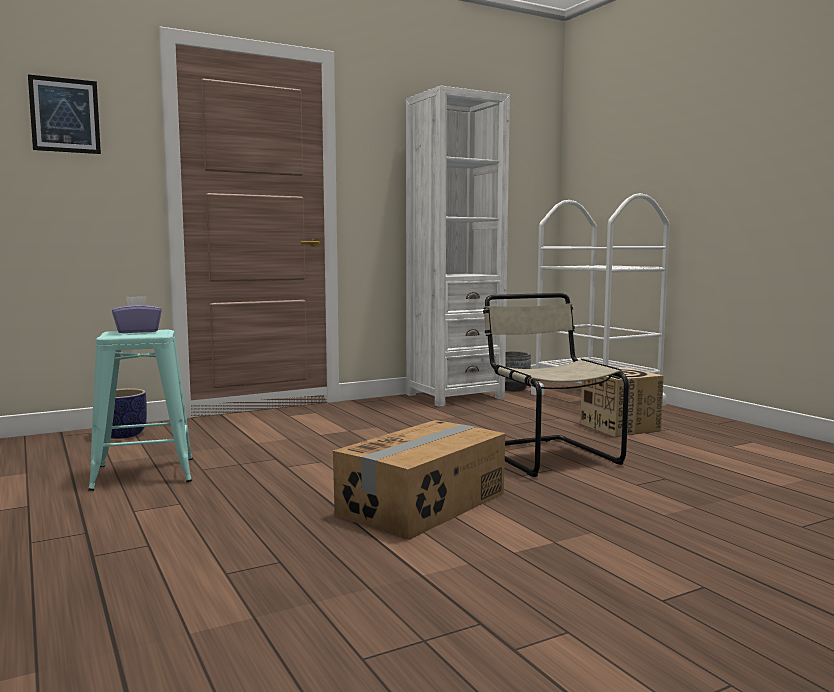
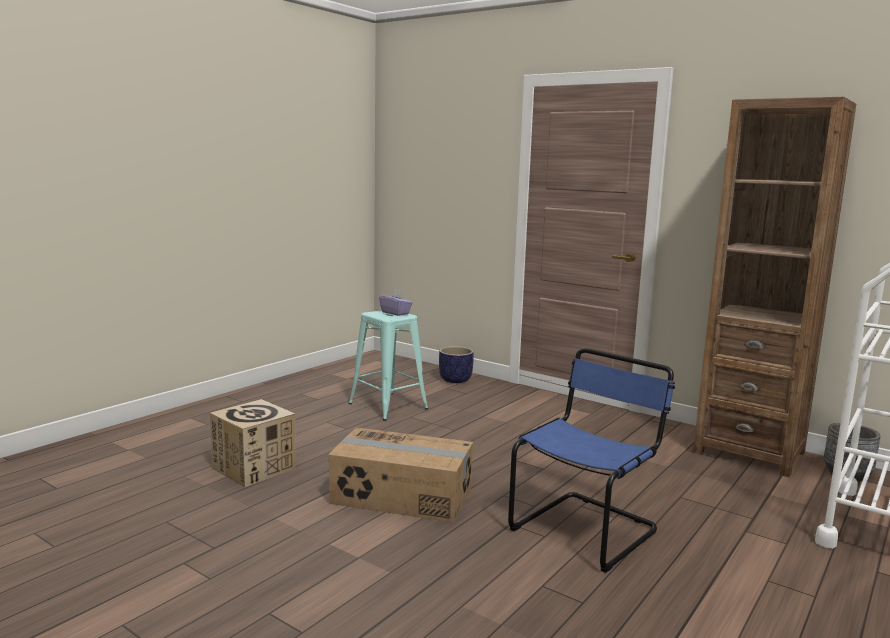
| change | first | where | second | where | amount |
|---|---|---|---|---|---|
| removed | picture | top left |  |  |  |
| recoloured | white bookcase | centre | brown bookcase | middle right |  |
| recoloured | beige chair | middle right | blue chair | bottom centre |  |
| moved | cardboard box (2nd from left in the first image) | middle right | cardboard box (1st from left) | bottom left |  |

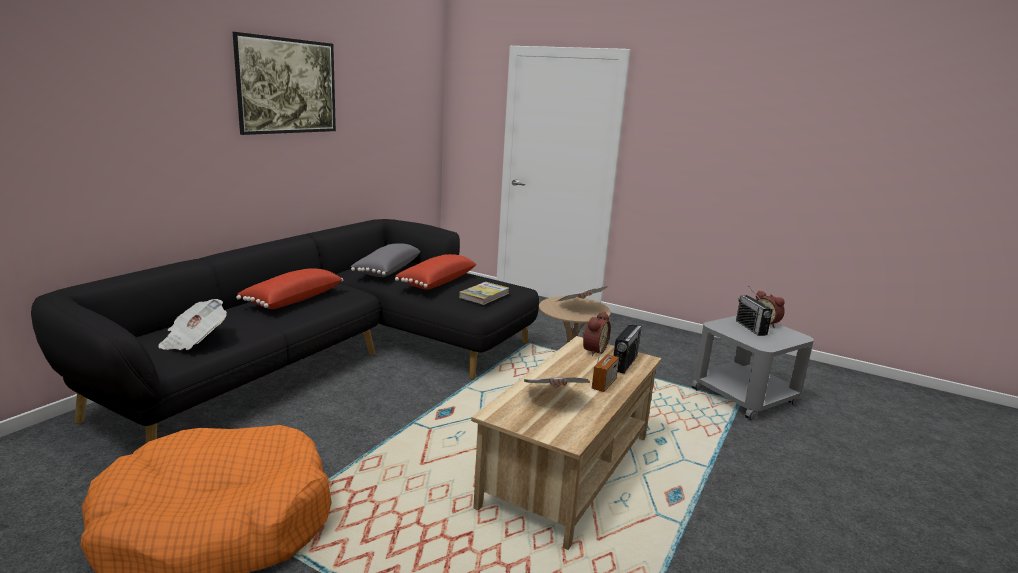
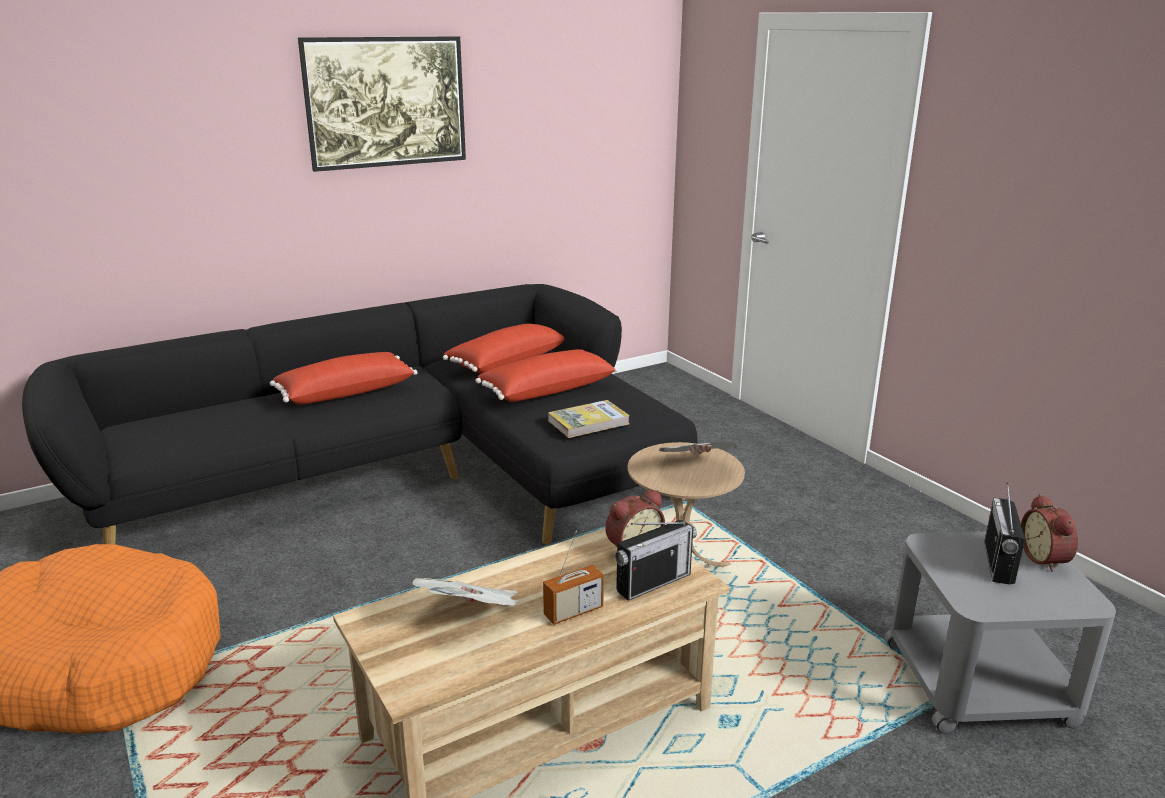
| change | first | where | second | where | amount |
|---|---|---|---|---|---|
| removed | newspaper (1st from left) | middle left |  |  |  |
| recoloured | grey pillow | centre | red pillow (2nd from left) | centre |  |

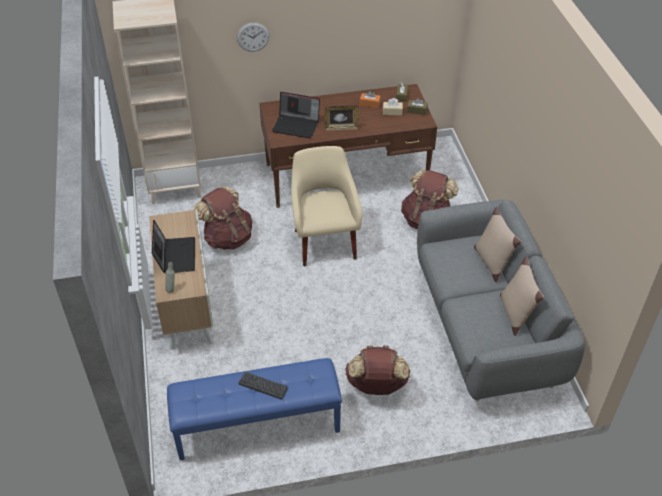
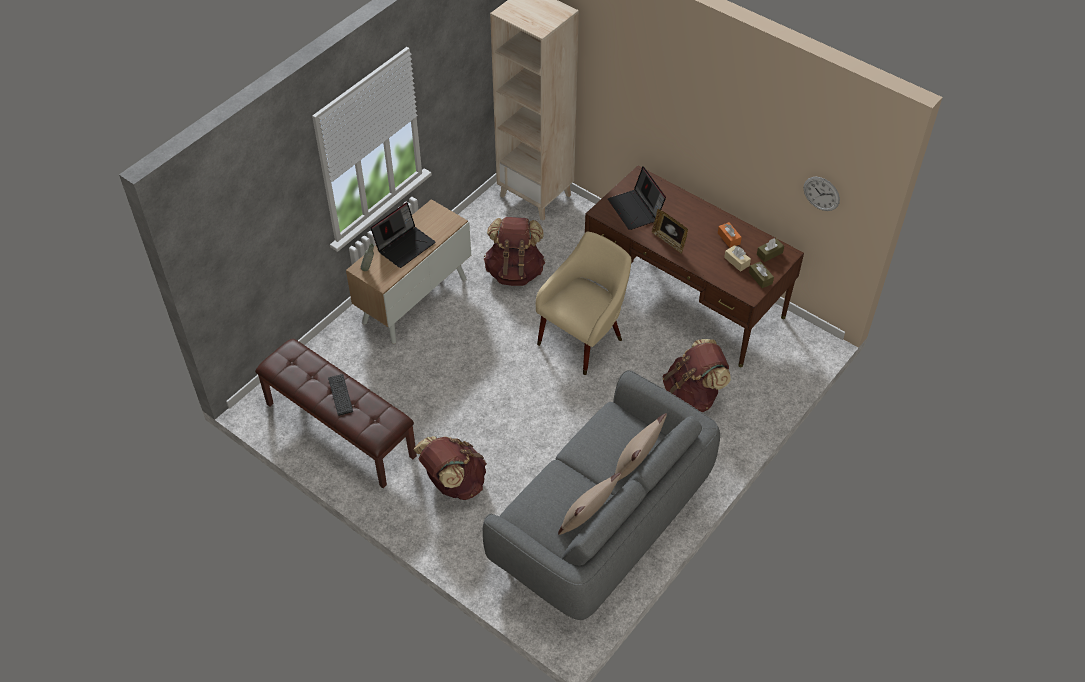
| change | first | where | second | where | amount |
|---|---|---|---|---|---|
| recoloured | blue bench | bottom centre | brown bench | middle left |  |
| moved | wall clock | top centre |  | top right |  |

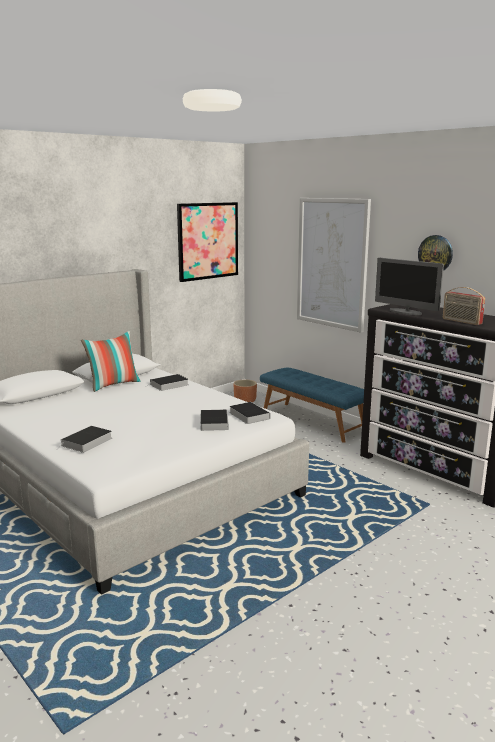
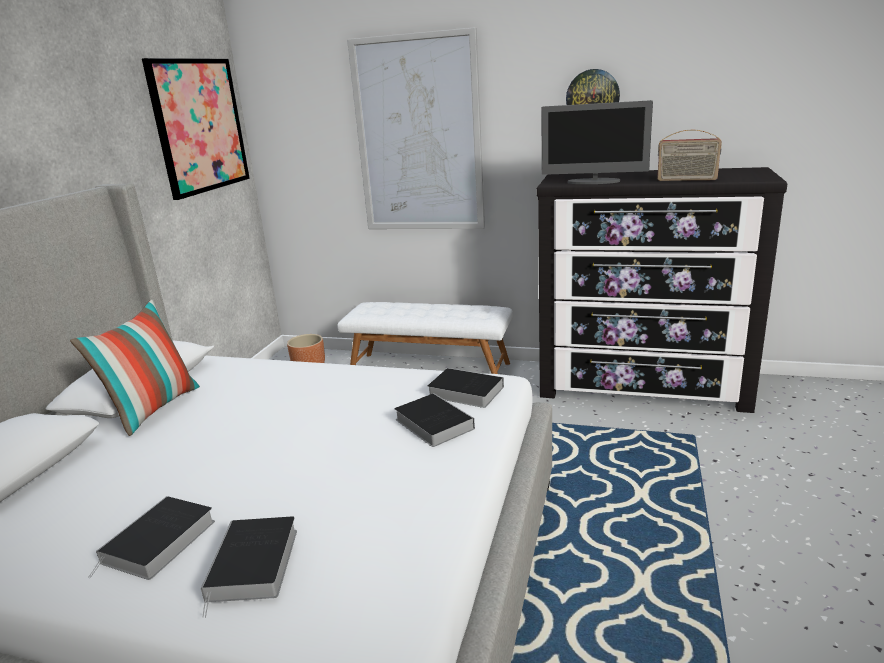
| change | first | where | second | where | amount |
|---|---|---|---|---|---|
| moved | book (2nd from left in the first image) | centre | book (1st from left) | bottom left |  |
| recoloured | blue bench | centre | white bench | centre |  |

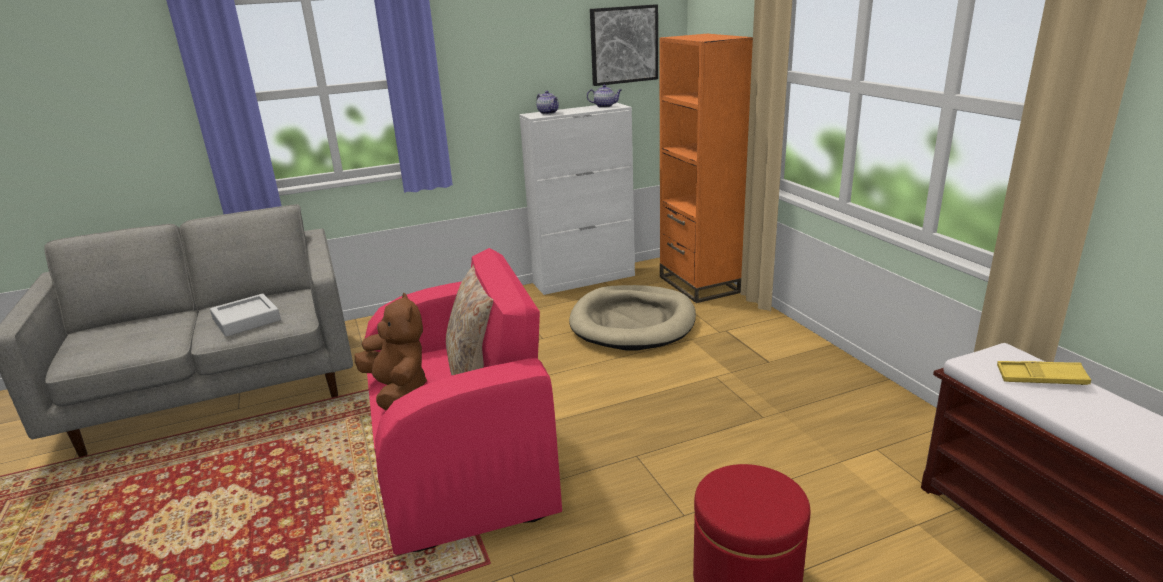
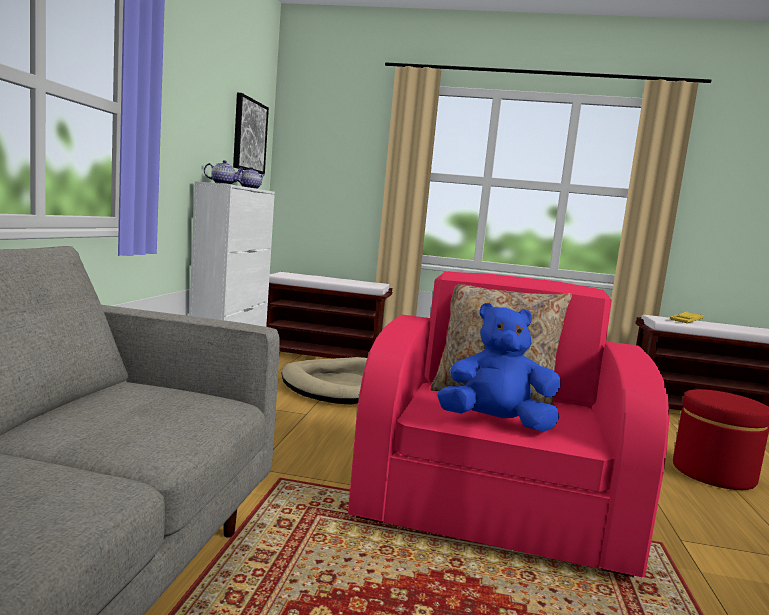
| change | first | where | second | where | amount |
|---|---|---|---|---|---|
| removed | grey tray | middle left |  |  |  |
| recoloured | brown plush toy | centre | blue plush toy | centre |  |
| replaced | orange bookcase | top centre | brown bench (1st from left) | centre |  |

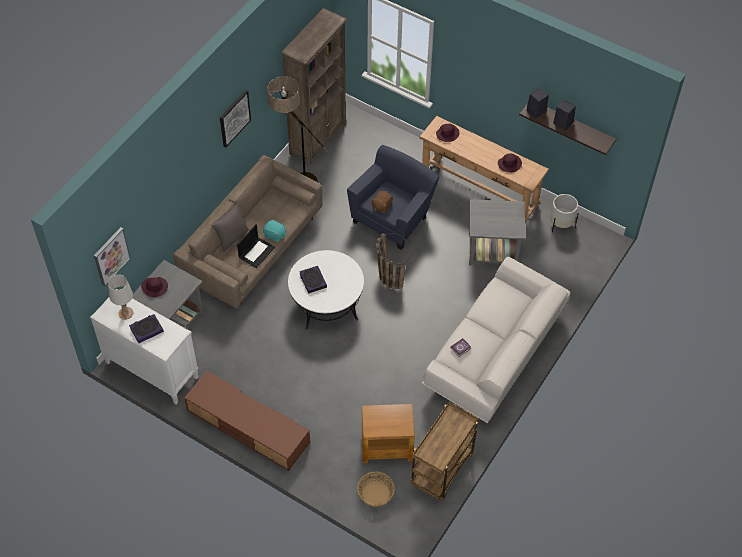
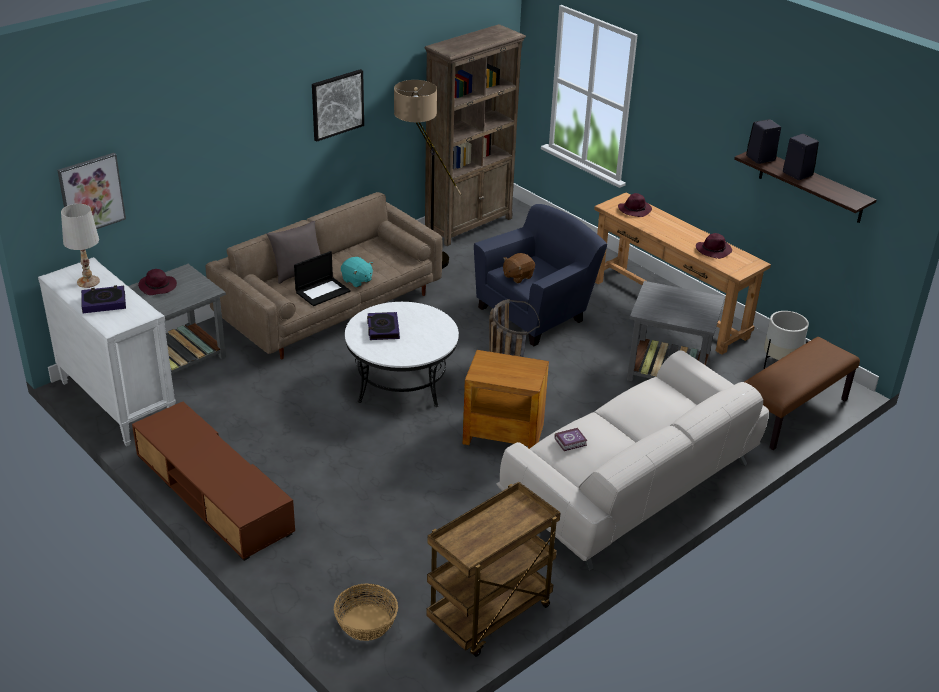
| change | first | where | second | where | amount |
|---|---|---|---|---|---|
| moved | brown side table | bottom centre |  | centre |  |
| added |  |  | brown bench | middle right |  |

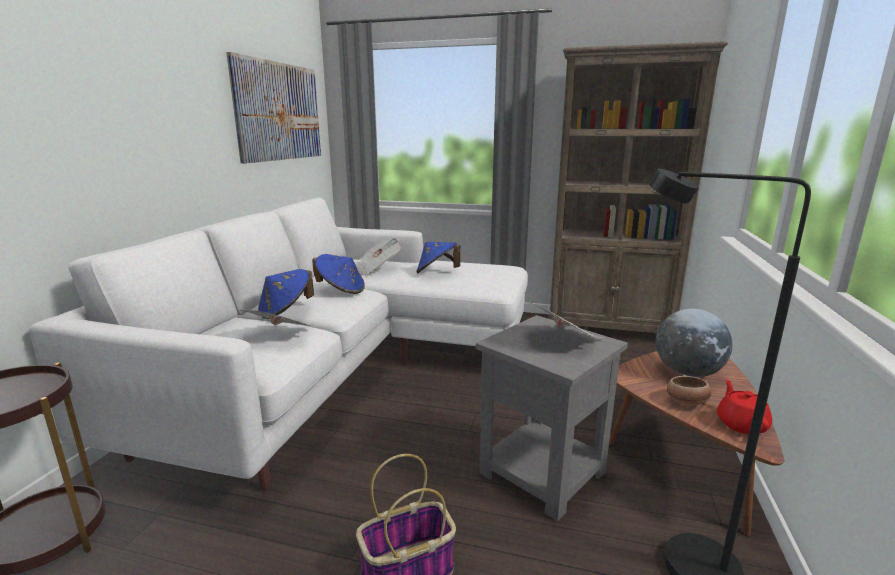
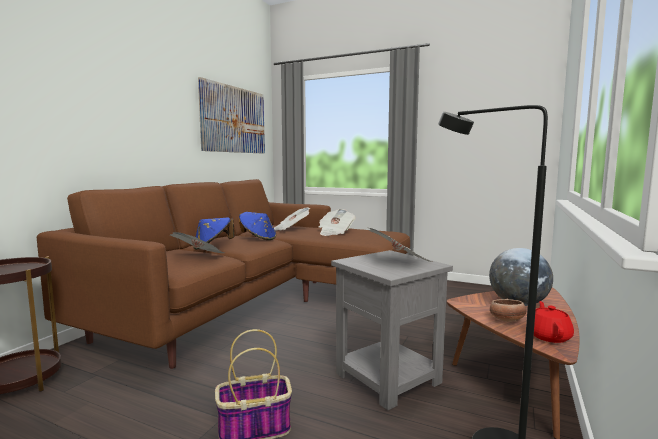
| change | first | where | second | where | amount |
|---|---|---|---|---|---|
| recoloured | white sofa | middle left | brown sofa | centre |  |
| replaced | blue hat (3rd from left) | centre | newspaper (3rd from left) | centre |  |
| removed | brown bookcase | top right |  |  |  |

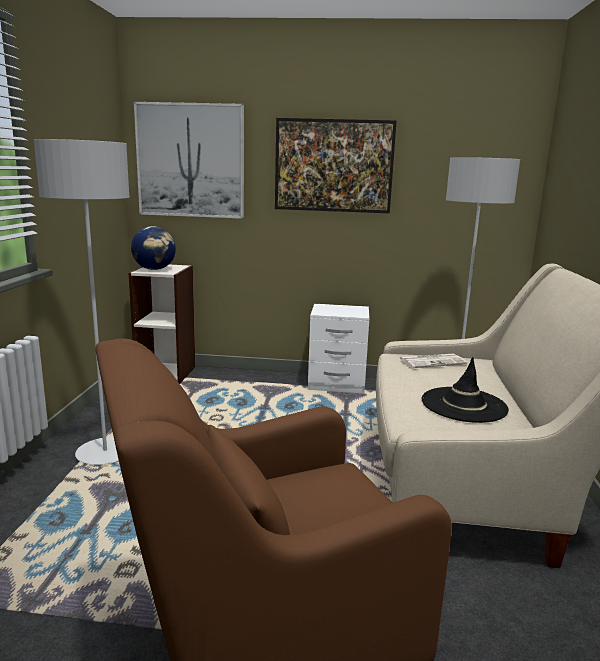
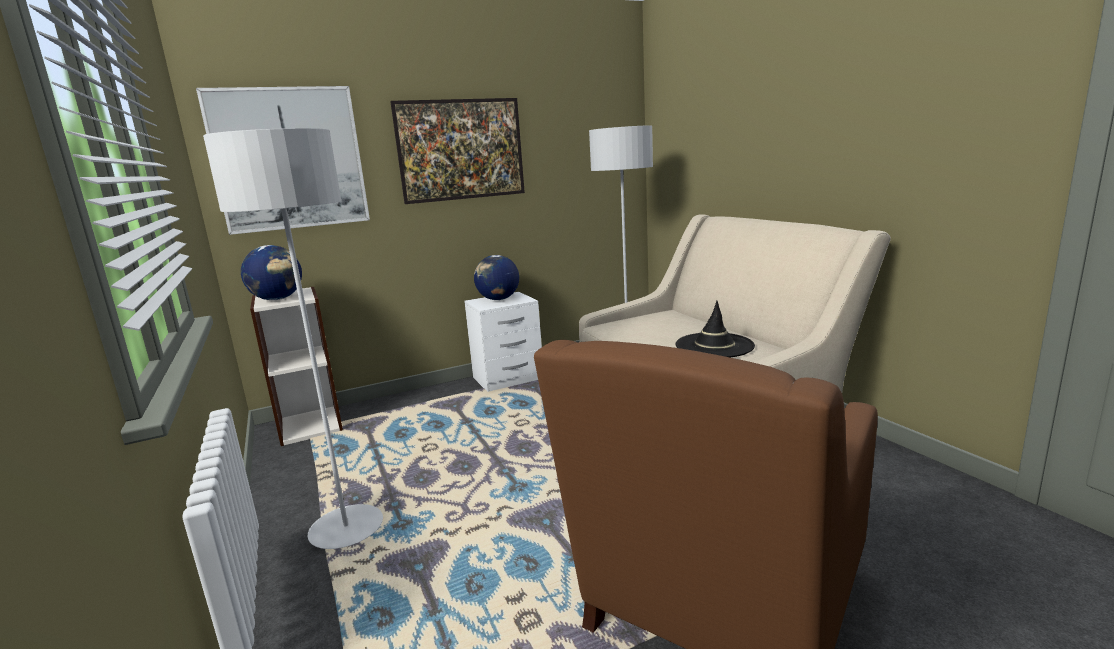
| change | first | where | second | where | amount |
|---|---|---|---|---|---|
| removed | newspaper | middle right |  |  |  |
| added |  |  | globe (2nd from left) | centre |  |

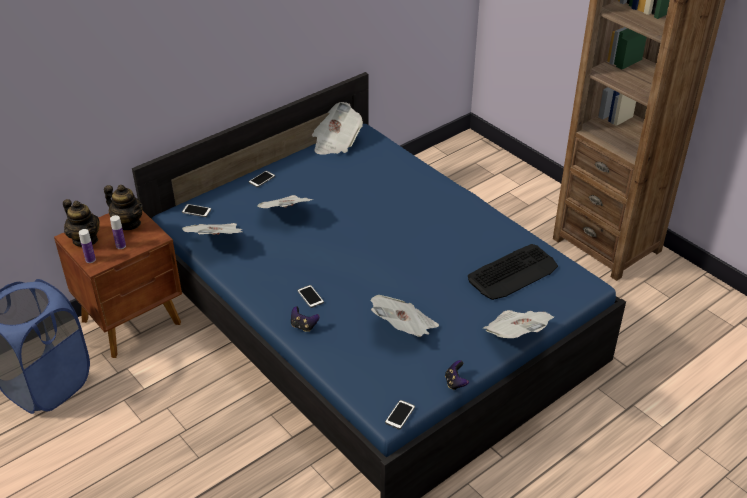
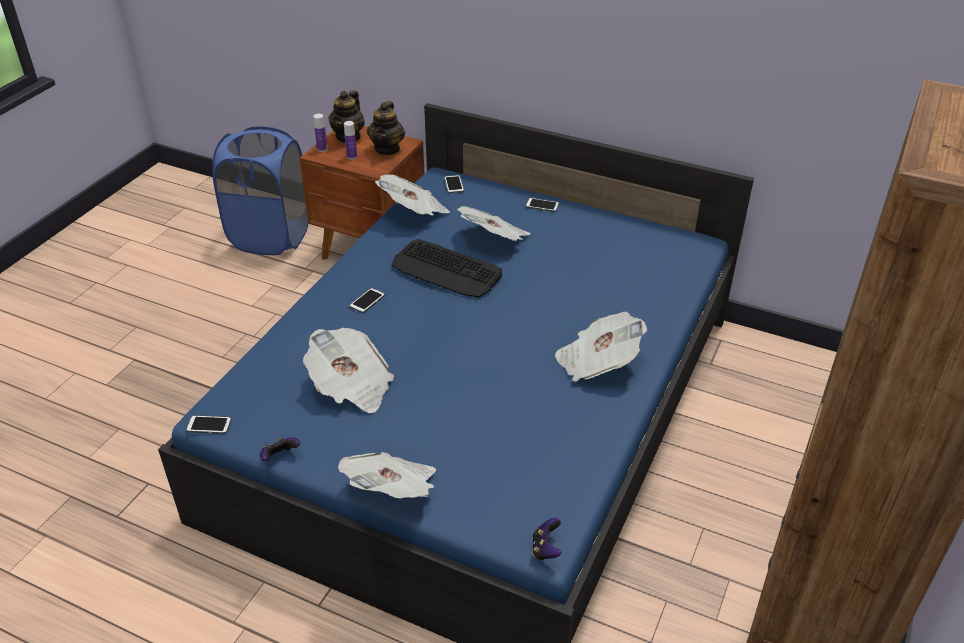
| change | first | where | second | where | amount |
|---|---|---|---|---|---|
| moved | game controller (1st from left in the first image) | centre | game controller (2nd from left) | bottom centre |  |
| moved | newspaper (3rd from left in the first image) | top centre | newspaper (5th from left) | centre |  |
| moved | keyboard | middle right |  | centre |  |

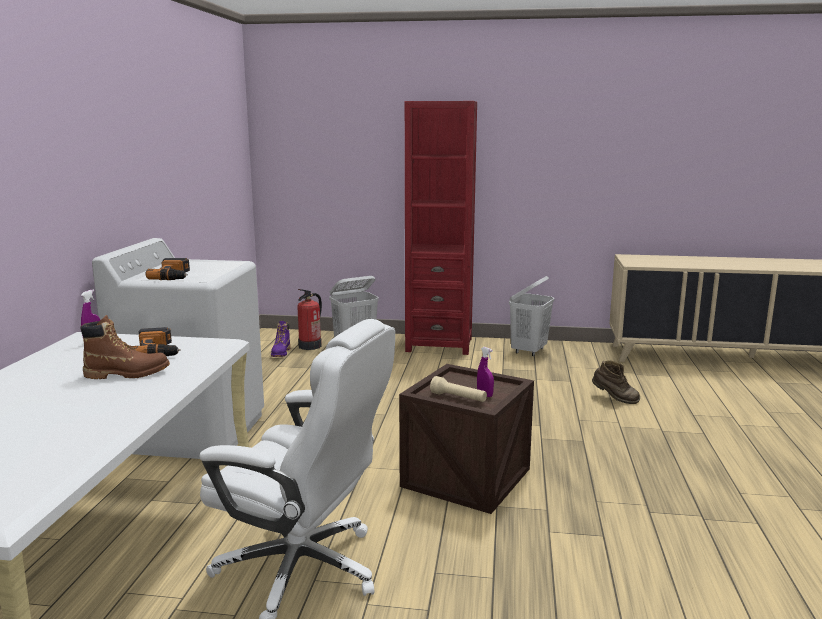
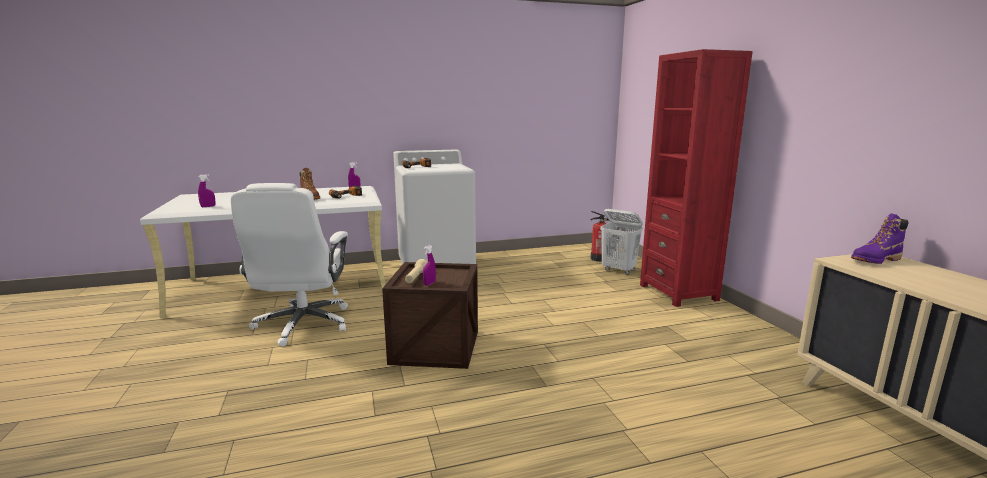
| change | first | where | second | where | amount |
|---|---|---|---|---|---|
| moved | purple boot | centre |  | middle right |  |
| removed | white laundry basket (2nd from left) | centre |  |  |  |
| removed | brown boot (2nd from left) | middle right |  |  |  |
| added |  |  | purple spray bottle (1st from left) | middle left |  |

